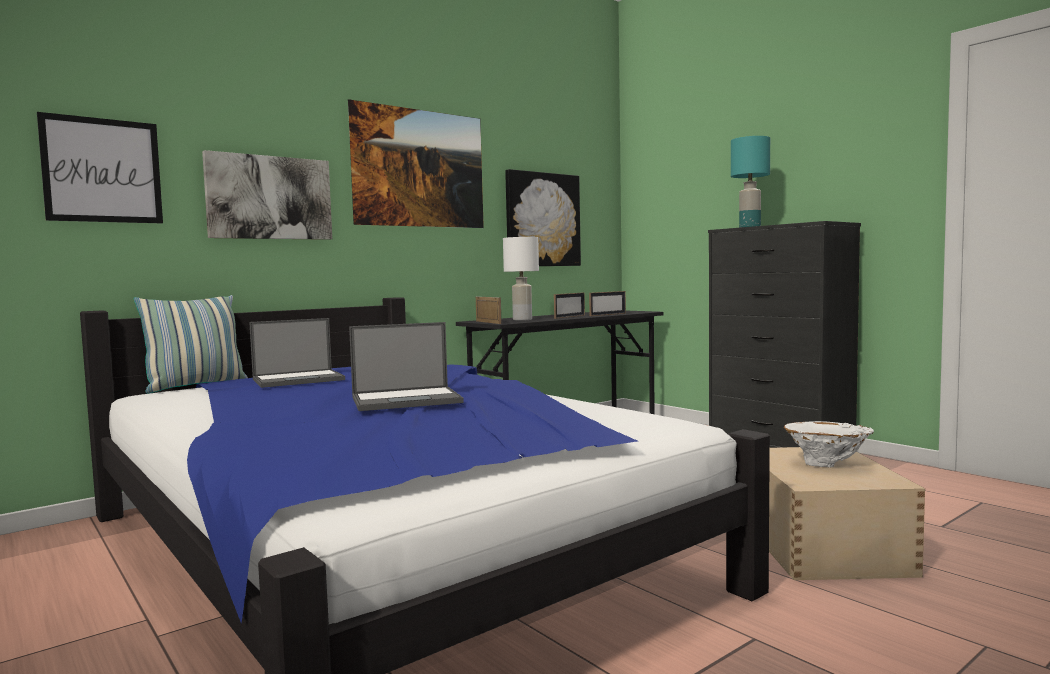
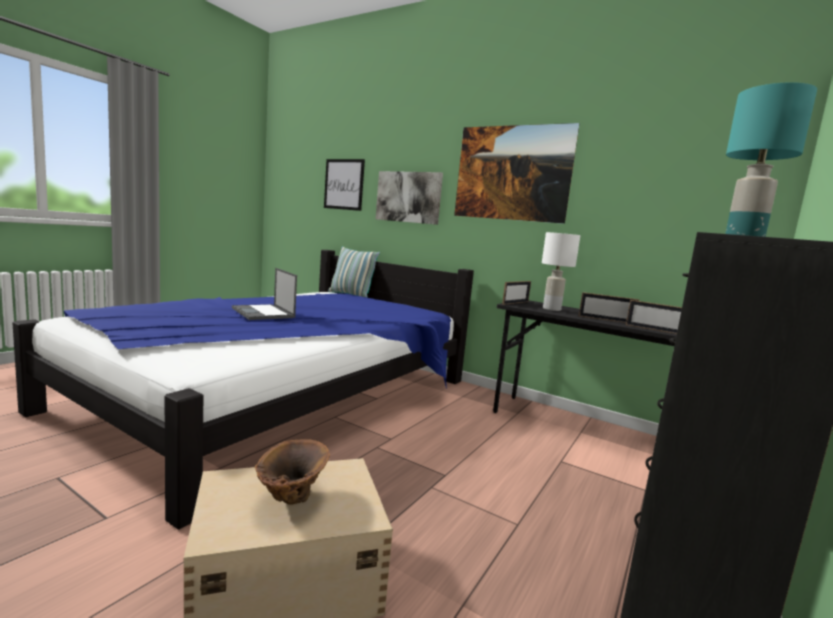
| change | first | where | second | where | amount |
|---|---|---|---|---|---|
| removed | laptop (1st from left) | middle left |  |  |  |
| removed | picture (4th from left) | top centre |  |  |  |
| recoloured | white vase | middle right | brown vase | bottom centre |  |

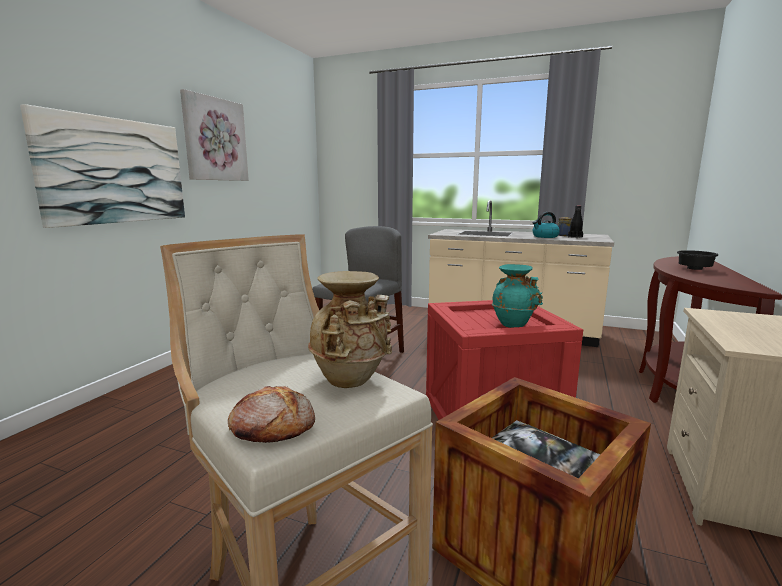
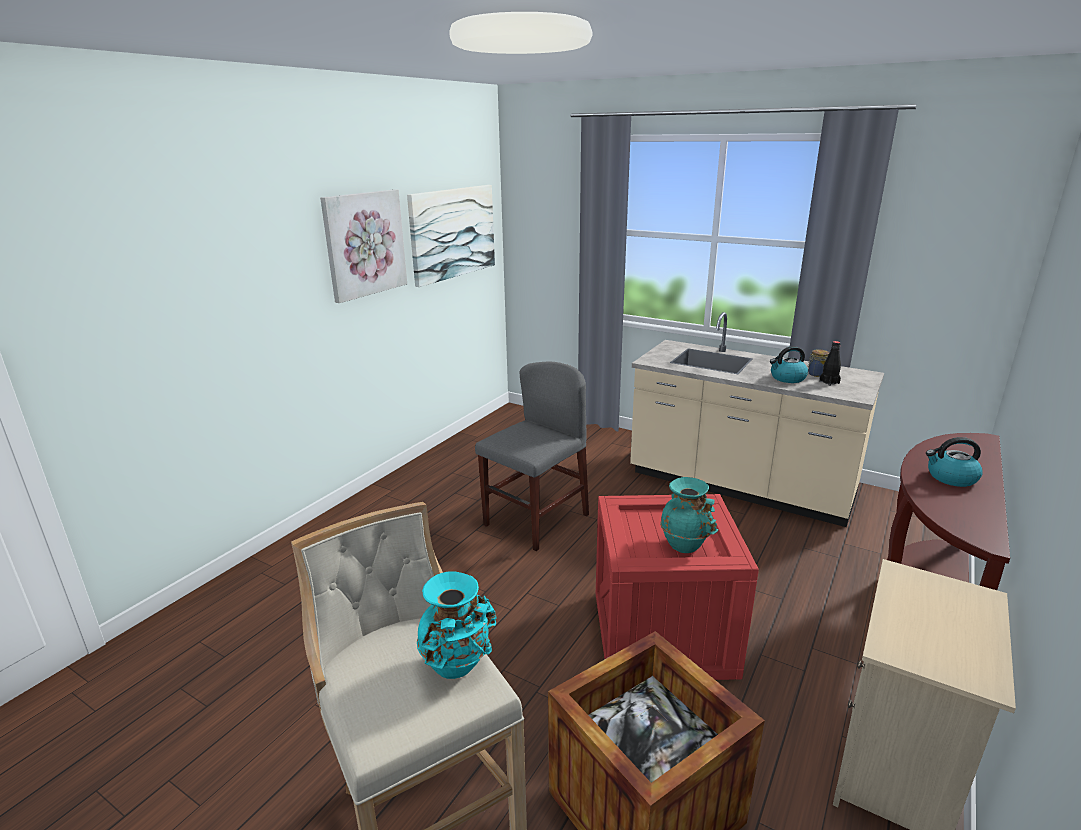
| change | first | where | second | where | amount |
|---|---|---|---|---|---|
| moved | picture (1st from left in the first image) | top left | picture (2nd from left) | top centre |  |
| removed | bread | bottom centre |  |  |  |
| recoloured | beige vase | centre | turquoise vase (1st from left) | bottom centre |  |
| replaced | black bowl | middle right | kettle (2nd from left) | middle right |  |

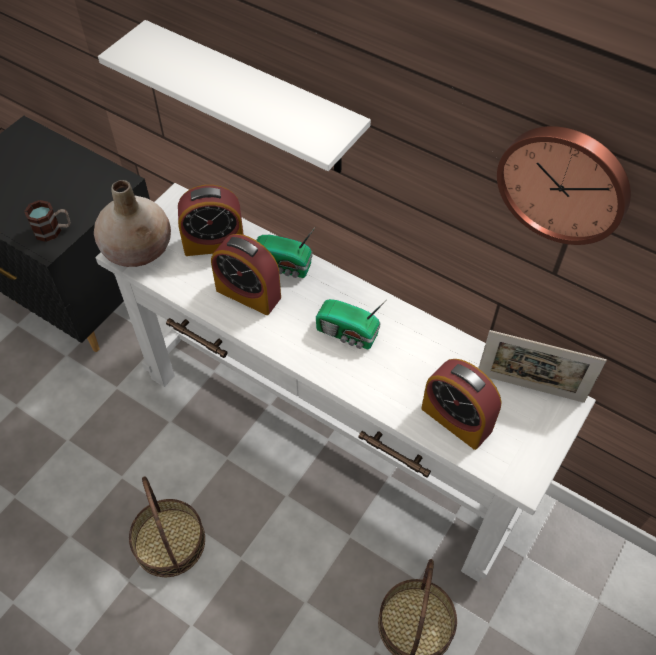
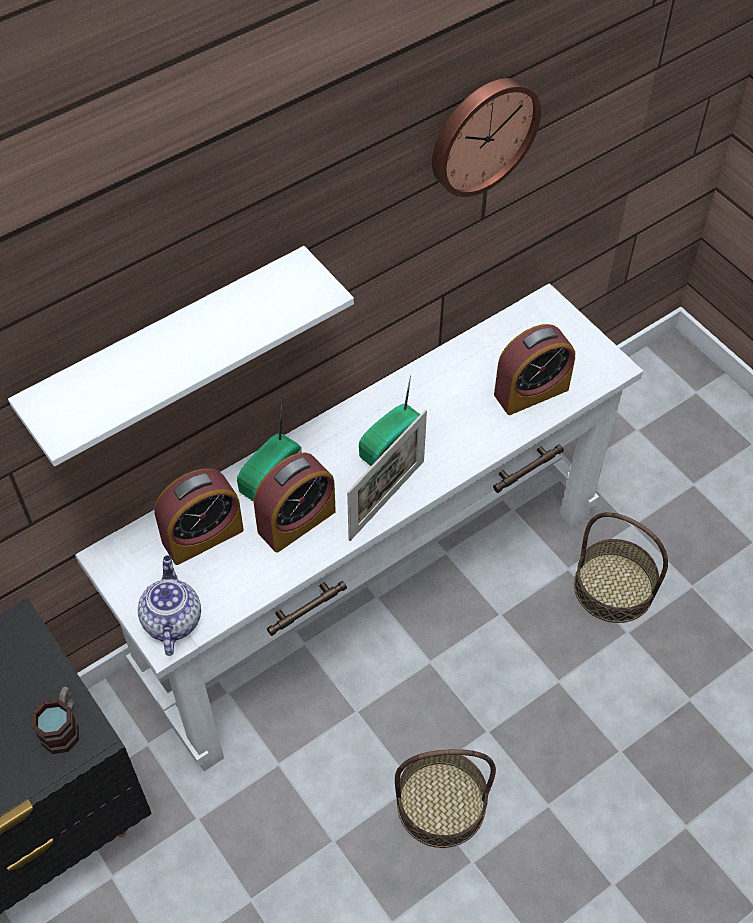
| change | first | where | second | where | amount |
|---|---|---|---|---|---|
| replaced | beige vase | middle left | teapot | middle left |  |
| turned | alarm clock (1st from left) | middle left |  | middle left | 45 degrees clockwise |
| moved | picture frame | middle right |  | centre |  |

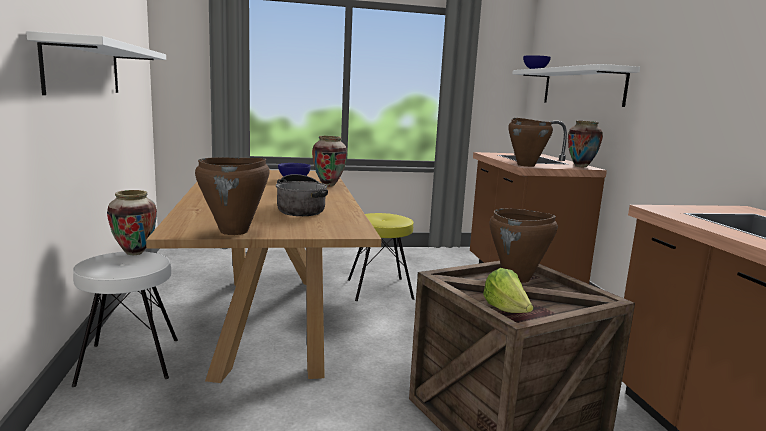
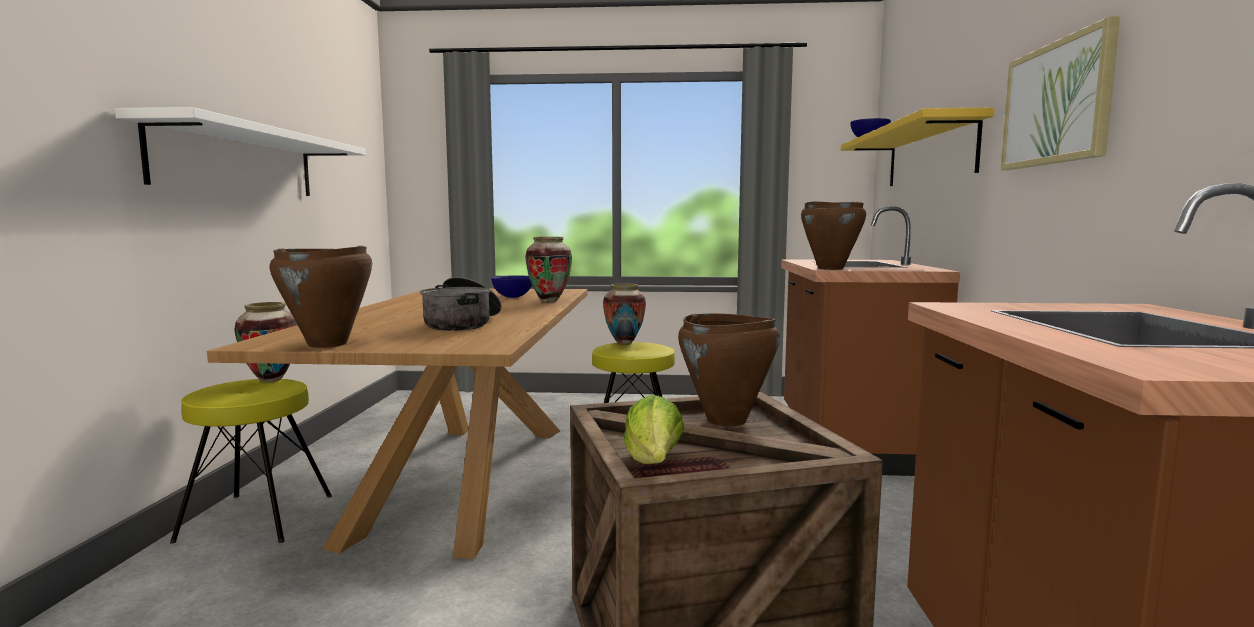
| change | first | where | second | where | amount |
|---|---|---|---|---|---|
| recoloured | white stool | bottom left | yellow stool (1st from left) | bottom left |  |
| recoloured | white shelf (2nd from left) | top right | yellow shelf | top right |  |
| moved | vase (3rd from left) | middle right |  | centre |  |
| added |  |  | picture | top right |  |

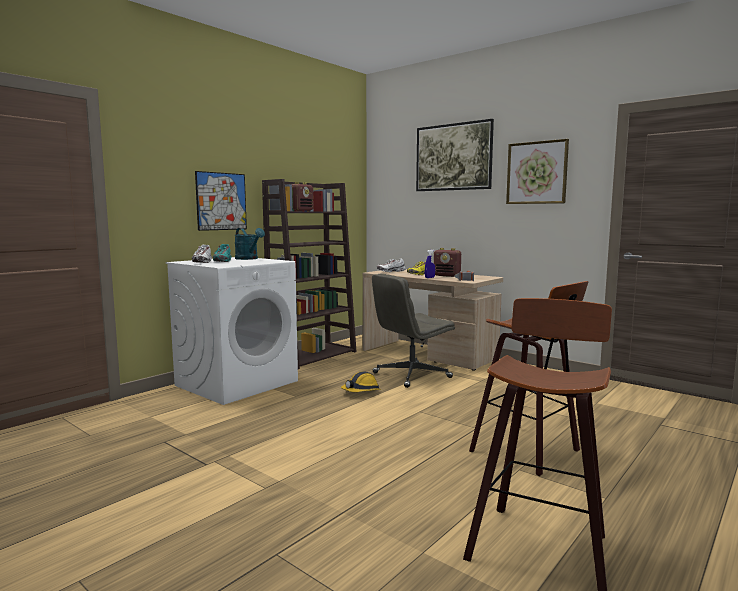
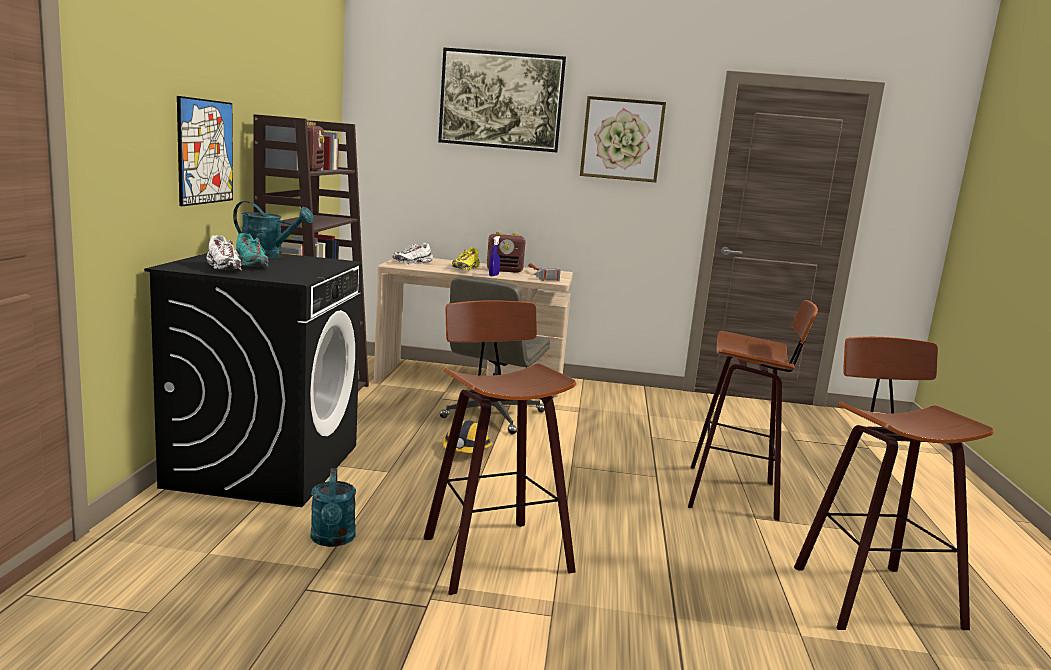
| change | first | where | second | where | amount |
|---|---|---|---|---|---|
| recoloured | white washing machine | middle left | black washing machine | middle left |  |
| added |  |  | turquoise watering can (2nd from left) | bottom left |  |
| added |  |  | stool (1st from left) | bottom centre |  |

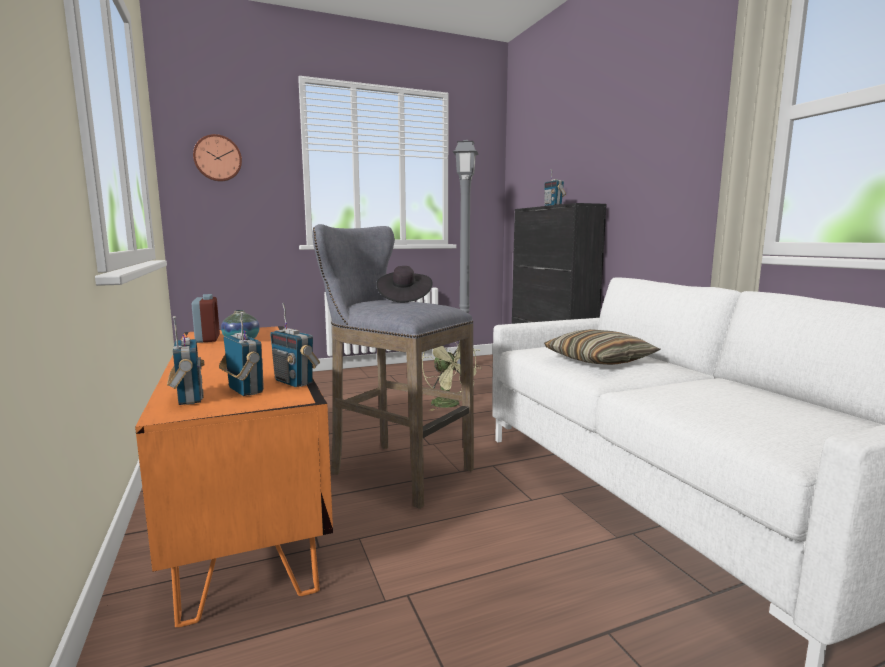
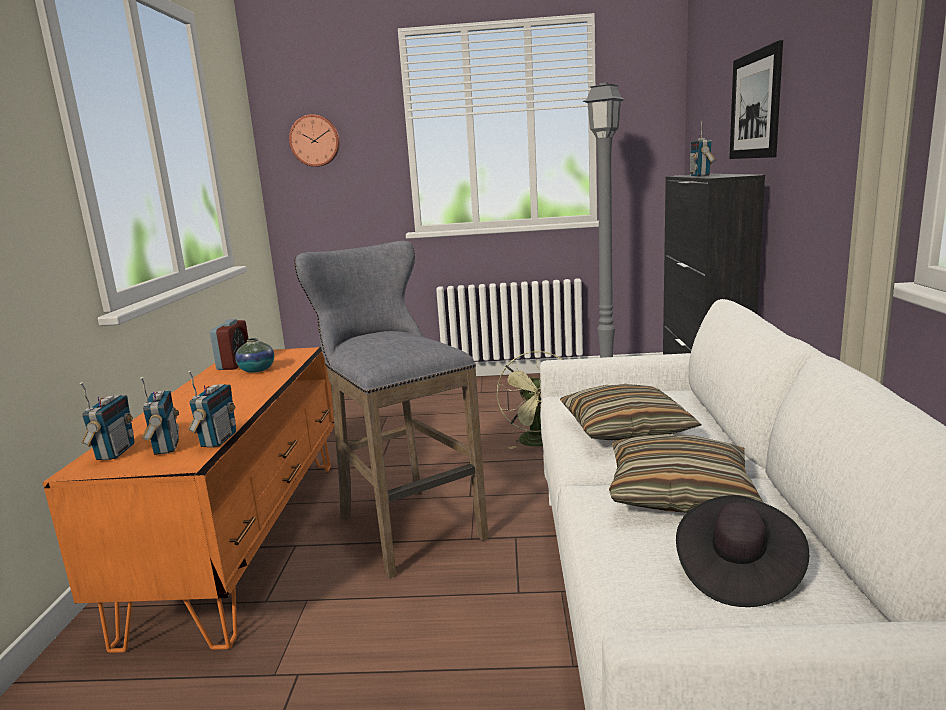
| change | first | where | second | where | amount |
|---|---|---|---|---|---|
| turned | radio (3rd from left) | centre |  | middle left | 150 degrees counterclockwise |
| moved | black hat | centre |  | bottom right |  |
| added |  |  | pillow (2nd from left) | middle right |  |
| added |  |  | picture | top right |  |

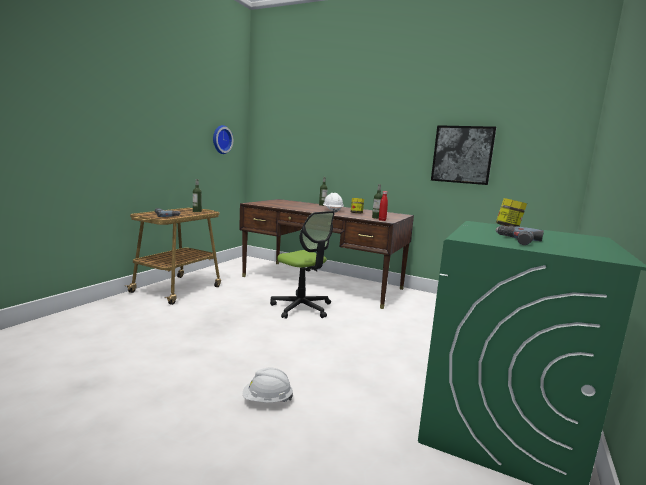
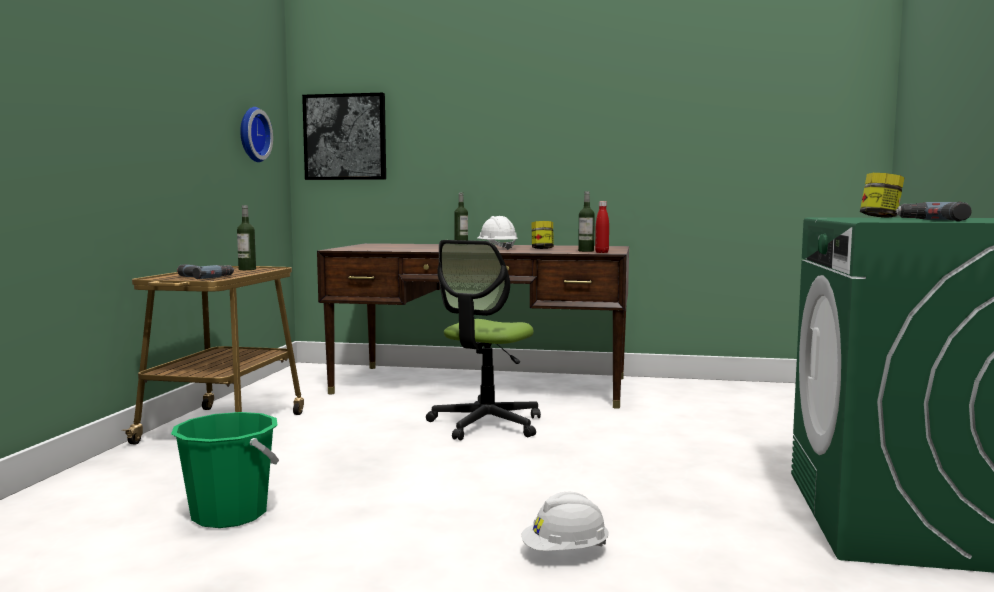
| change | first | where | second | where | amount |
|---|---|---|---|---|---|
| turned | office chair | centre |  | centre | 90 degrees clockwise |
| moved | picture | top right |  | top centre |  |
| added |  |  | green bucket | bottom left |  |

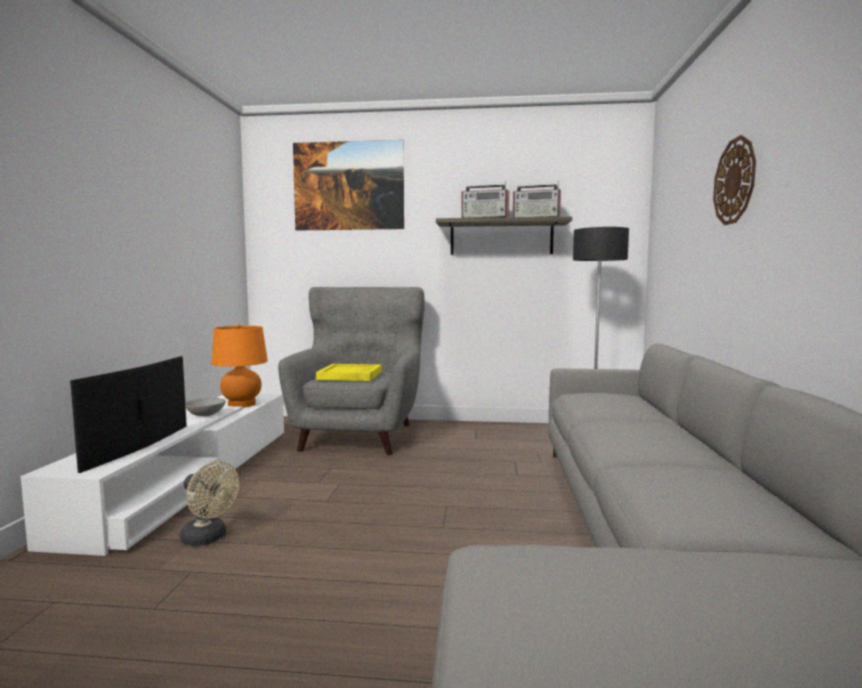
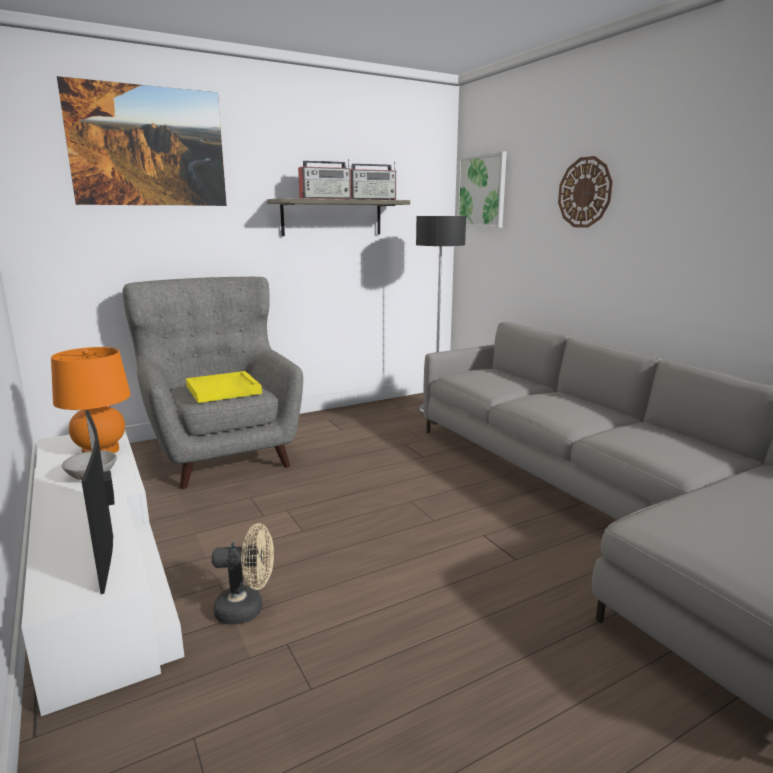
| change | first | where | second | where | amount |
|---|---|---|---|---|---|
| added |  |  | picture (2nd from left) | top centre |  |

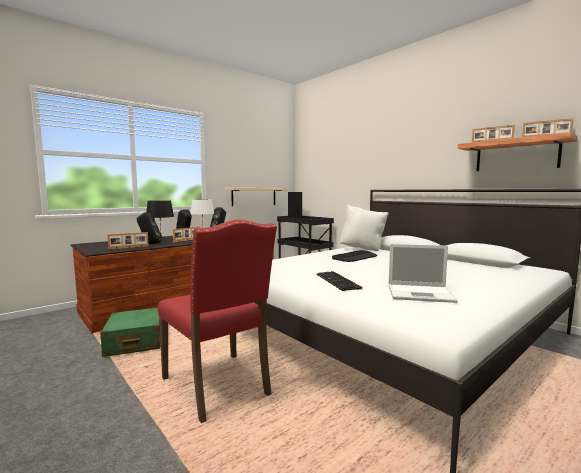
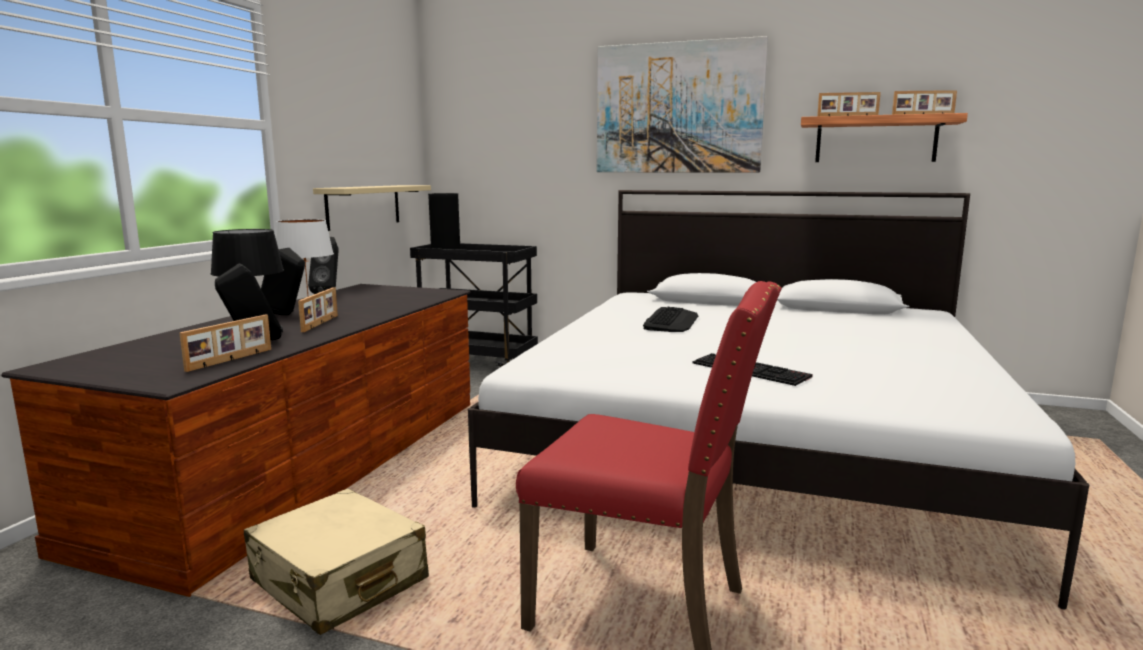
| change | first | where | second | where | amount |
|---|---|---|---|---|---|
| recoloured | green suitcase | bottom left | beige suitcase | bottom left |  |
| removed | white pillow | centre |  |  |  |
| removed | laptop | middle right |  |  |  |
| added |  |  | picture | top centre |  |

